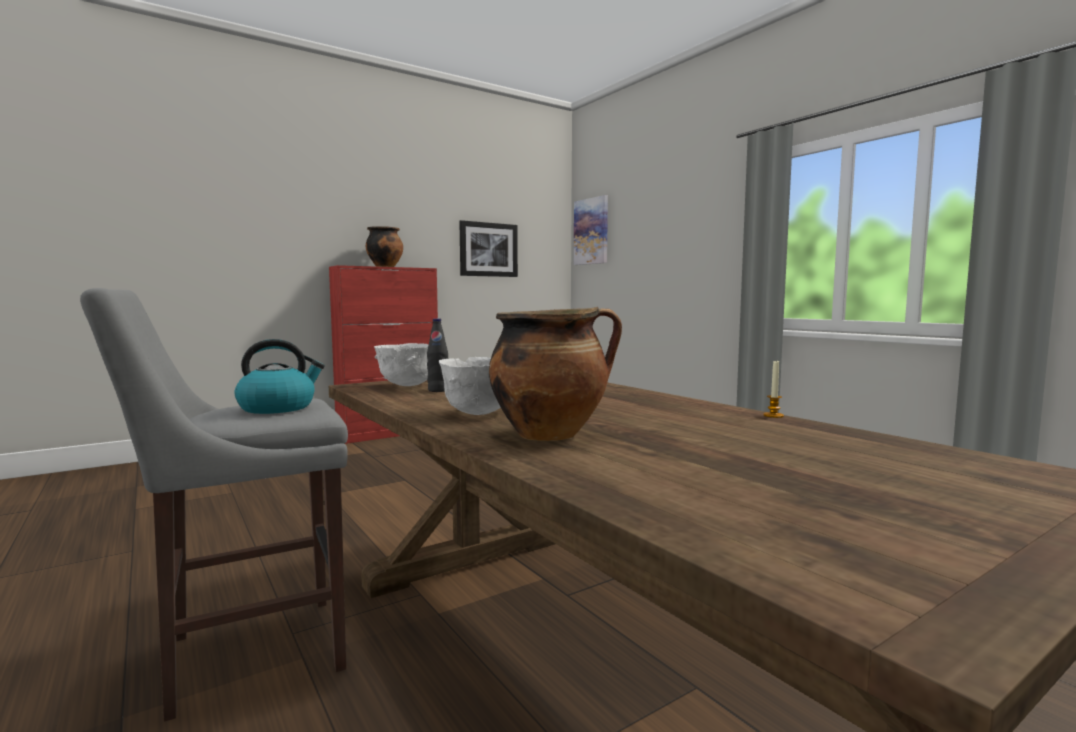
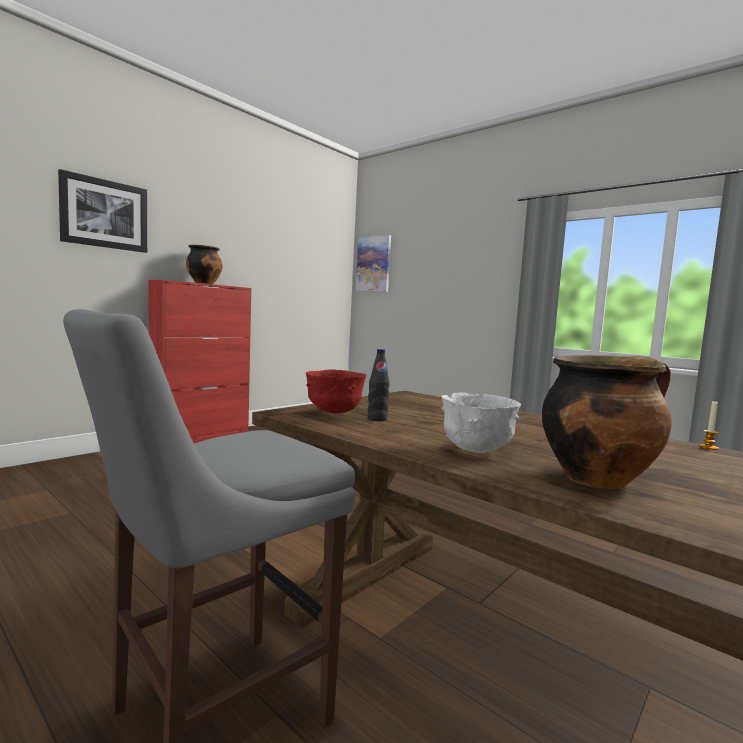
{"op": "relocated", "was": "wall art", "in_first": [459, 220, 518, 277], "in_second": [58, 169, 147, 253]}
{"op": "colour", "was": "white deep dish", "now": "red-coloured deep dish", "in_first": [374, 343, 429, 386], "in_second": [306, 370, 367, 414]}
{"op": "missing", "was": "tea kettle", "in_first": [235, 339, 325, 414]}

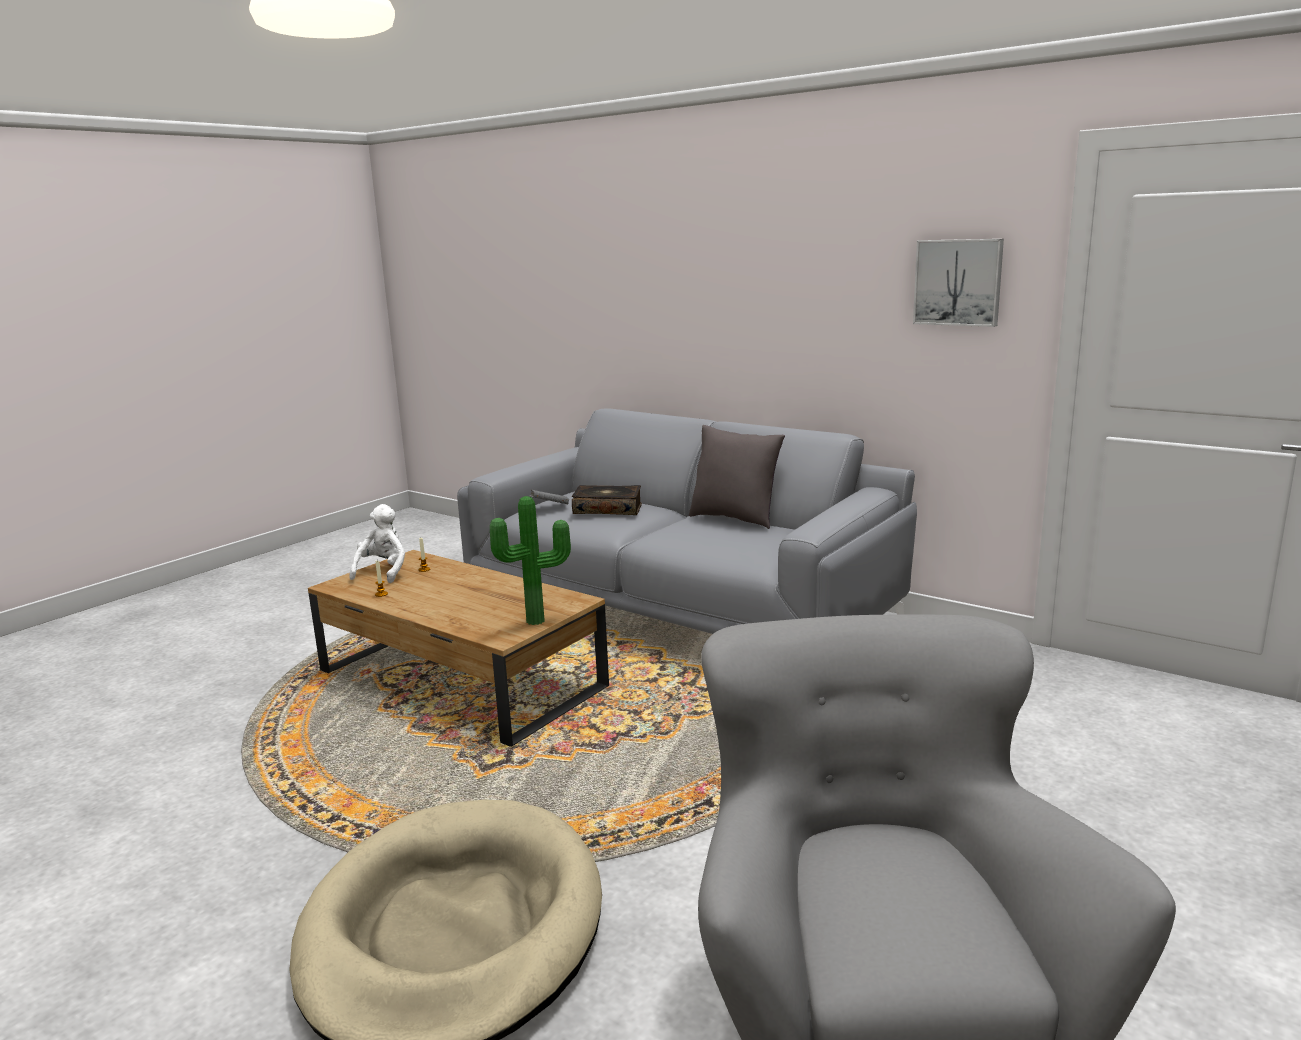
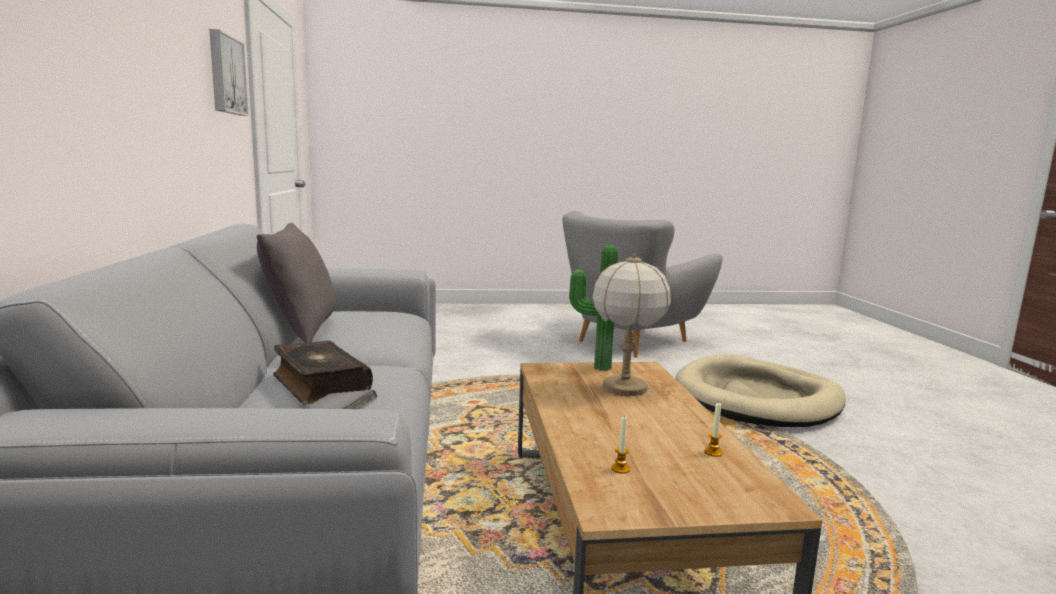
{"op": "appeared", "now": "lamp for a table", "in_second": [592, 254, 671, 396]}
{"op": "missing", "was": "white cuddly toy", "in_first": [350, 504, 405, 583]}

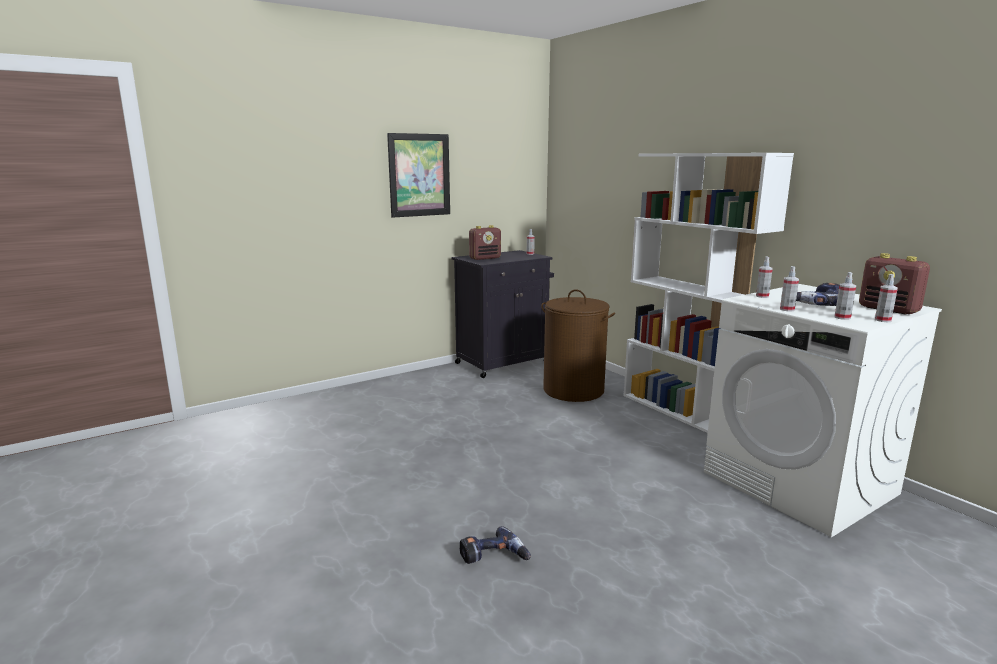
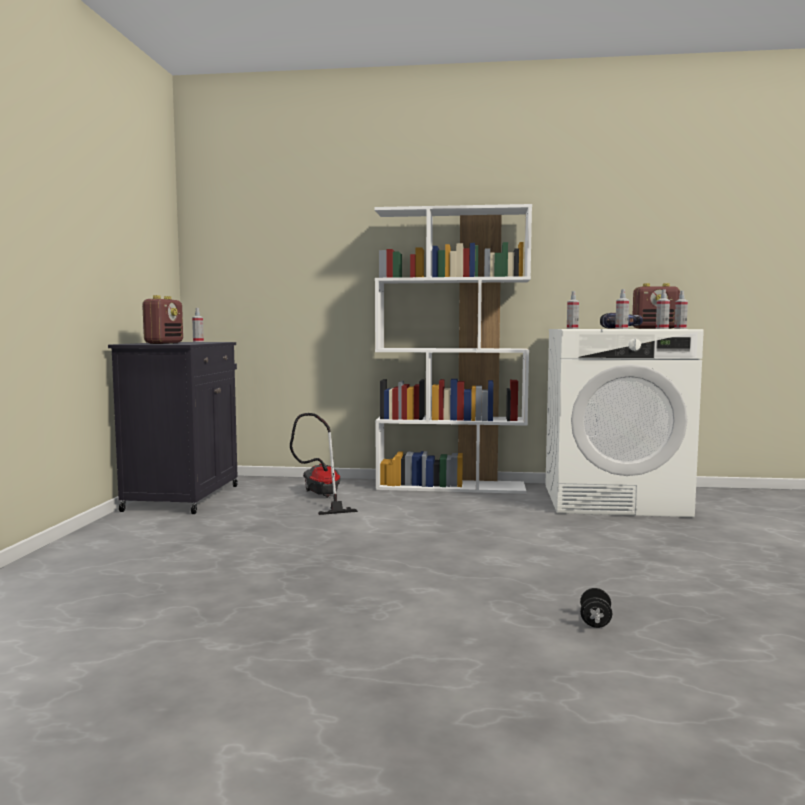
{"op": "exchanged", "was": "brown laundry basket", "now": "hoover", "in_first": [541, 289, 615, 402], "in_second": [290, 413, 358, 515]}
{"op": "exchanged", "was": "electric drill", "now": "black-coloured free weight", "in_first": [460, 526, 531, 564], "in_second": [580, 588, 612, 628]}
{"op": "missing", "was": "wall art", "in_first": [387, 133, 450, 218]}

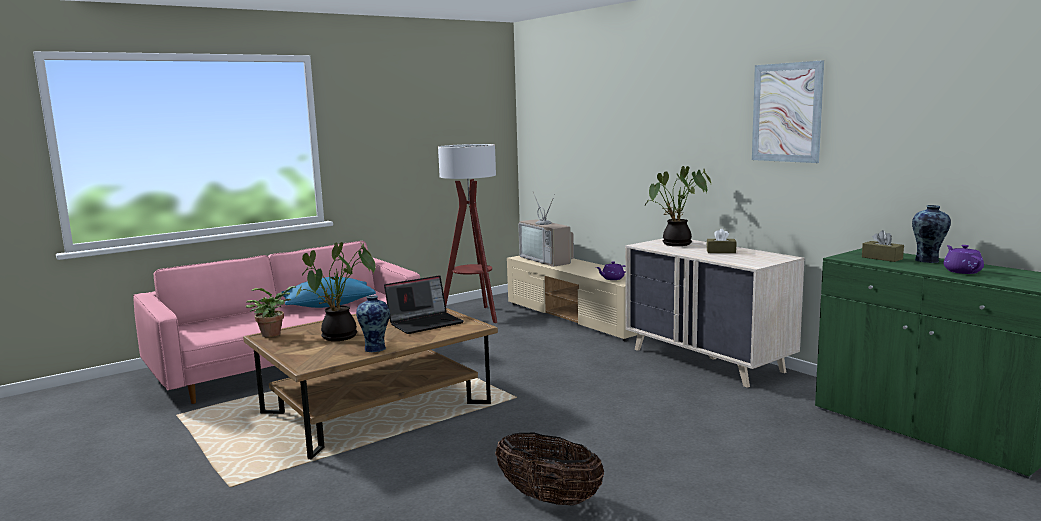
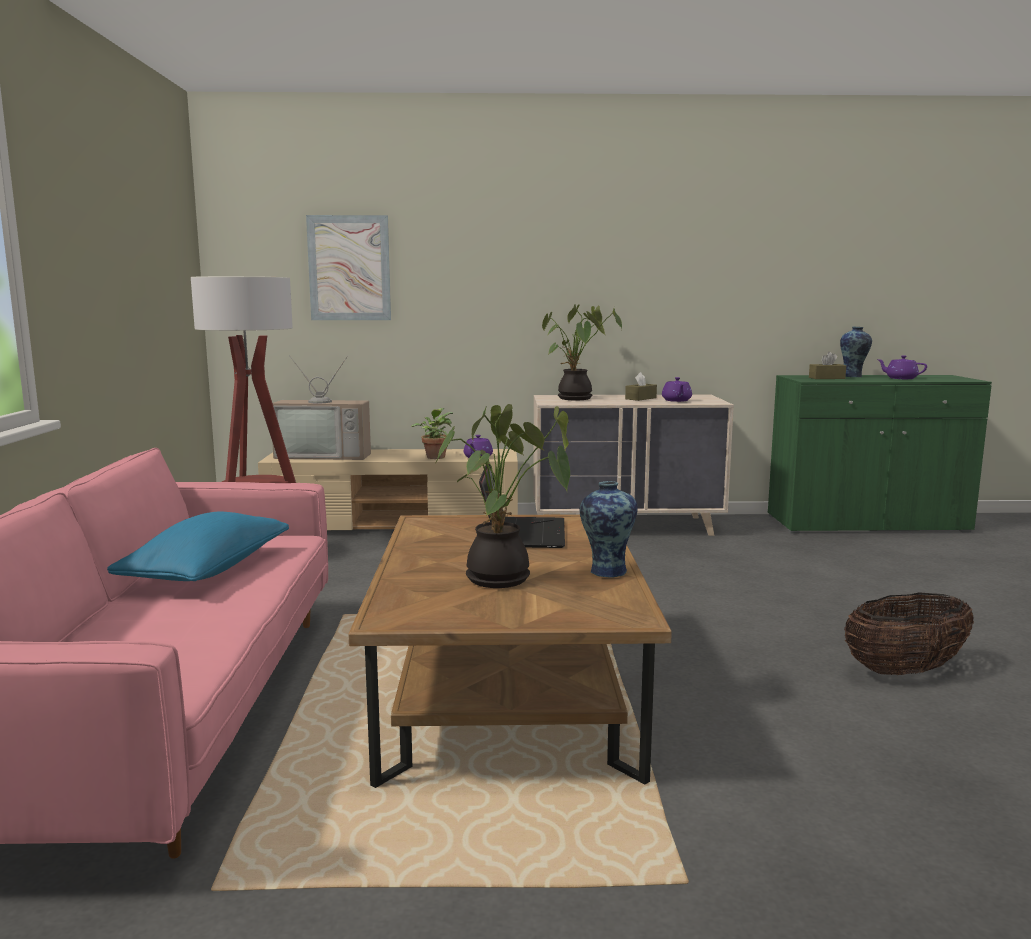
{"op": "relocated", "was": "wall art", "in_first": [752, 60, 824, 163], "in_second": [306, 215, 391, 320]}
{"op": "relocated", "was": "potted plant", "in_first": [245, 286, 297, 337], "in_second": [411, 408, 453, 459]}
{"op": "appeared", "now": "purple tea pot", "in_second": [662, 377, 692, 402]}

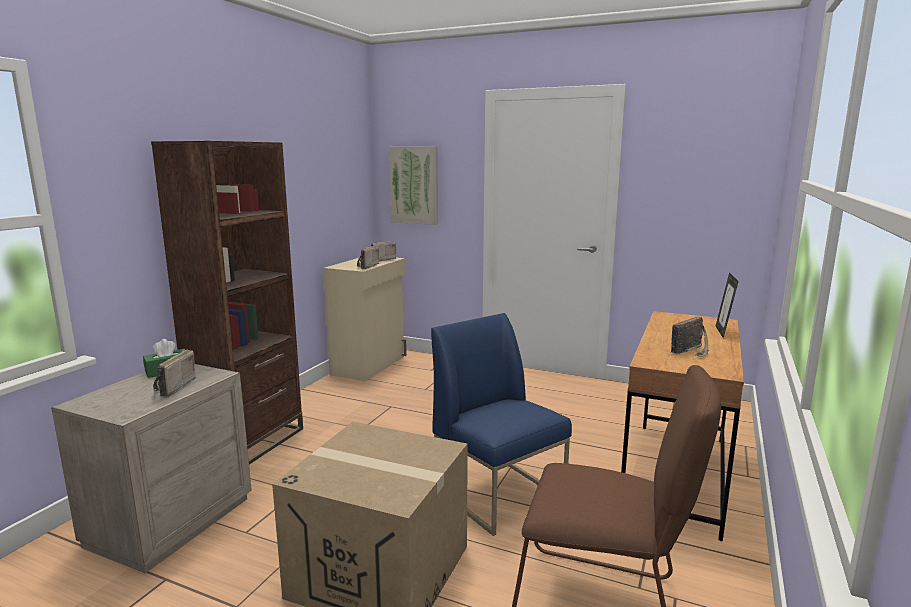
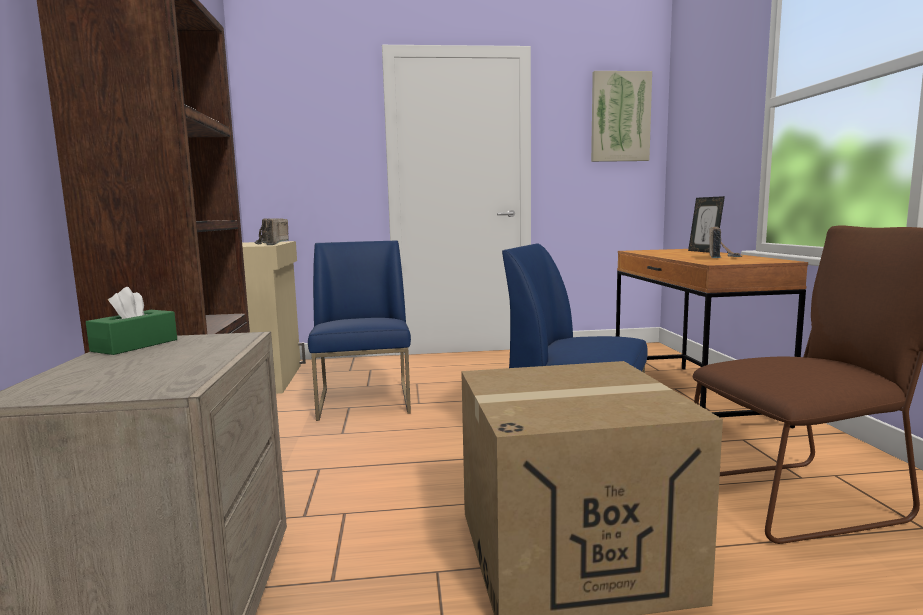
{"op": "appeared", "now": "bluish chair", "in_second": [308, 240, 411, 421]}
{"op": "relocated", "was": "wall art", "in_first": [389, 147, 438, 225], "in_second": [591, 71, 652, 162]}
{"op": "missing", "was": "radio set", "in_first": [153, 350, 196, 398]}

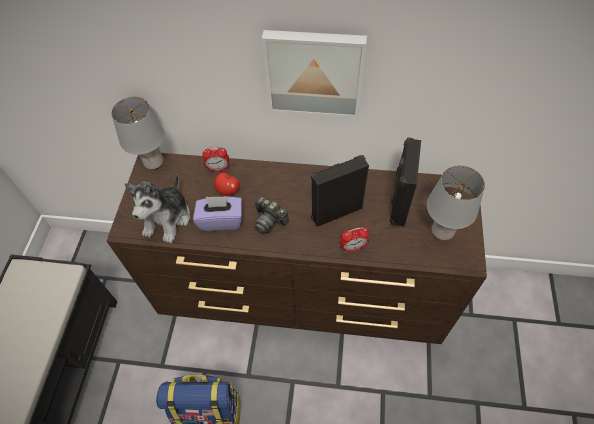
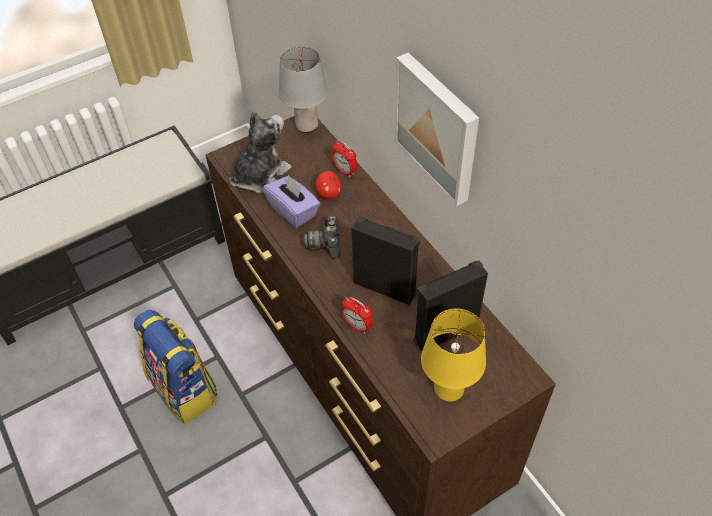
{"op": "spun", "was": "cuddly toy", "in_first": [125, 174, 190, 243], "in_second": [229, 111, 292, 193], "clockwise": 150}
{"op": "colour", "was": "grey lamp for a table", "now": "yellow-coloured lamp for a table", "in_first": [427, 165, 485, 240], "in_second": [421, 309, 486, 402]}

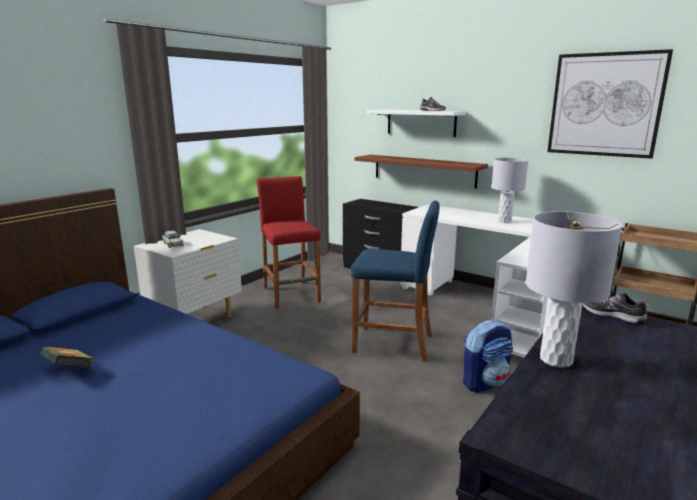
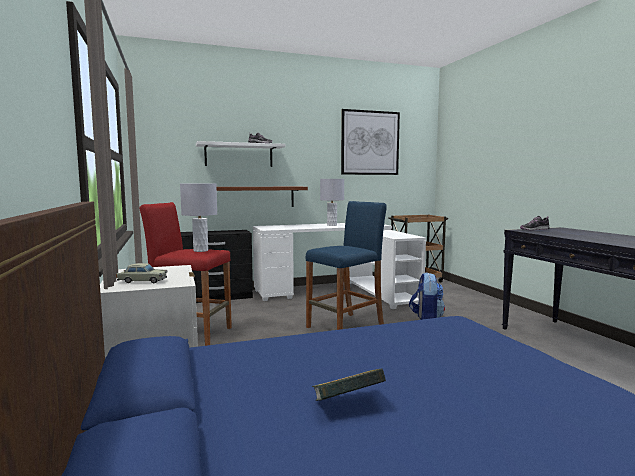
{"op": "relocated", "was": "grey lamp for a table", "in_first": [526, 211, 622, 368], "in_second": [180, 183, 217, 252]}

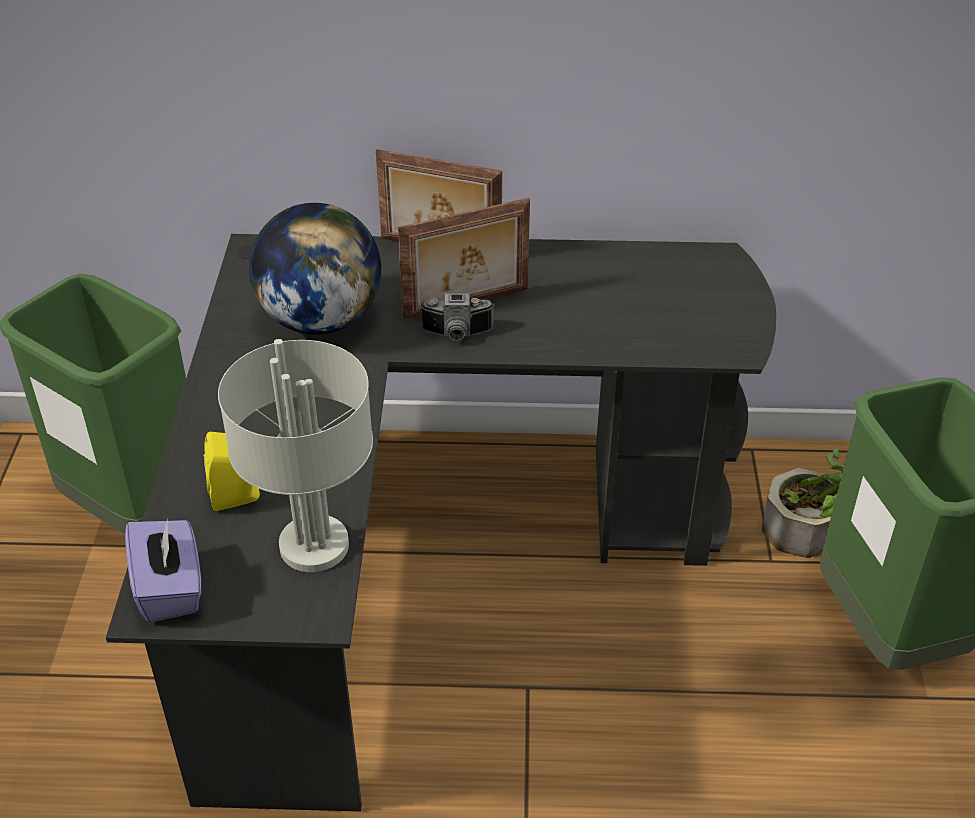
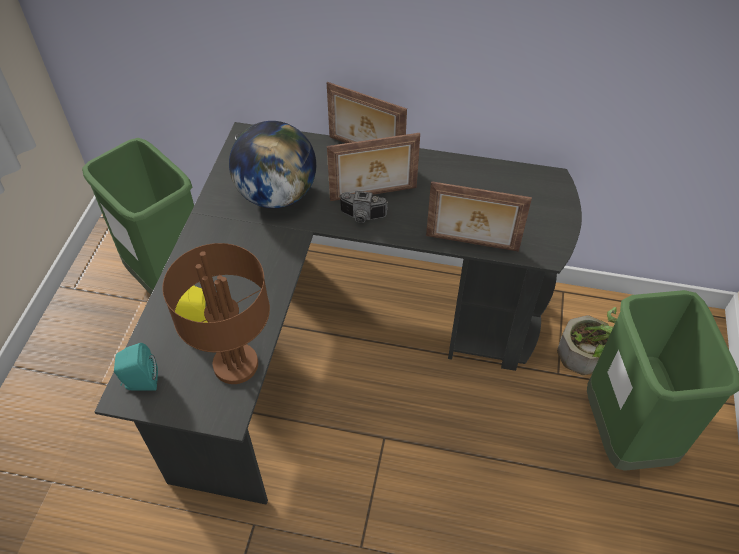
{"op": "exchanged", "was": "purple tissue holder", "now": "turquoise-coloured speaker", "in_first": [125, 519, 201, 622], "in_second": [114, 343, 158, 391]}
{"op": "colour", "was": "grey lamp for a table", "now": "brown lamp for a table", "in_first": [218, 339, 373, 572], "in_second": [162, 243, 270, 384]}
{"op": "appeared", "now": "standing frame", "in_second": [426, 181, 532, 252]}

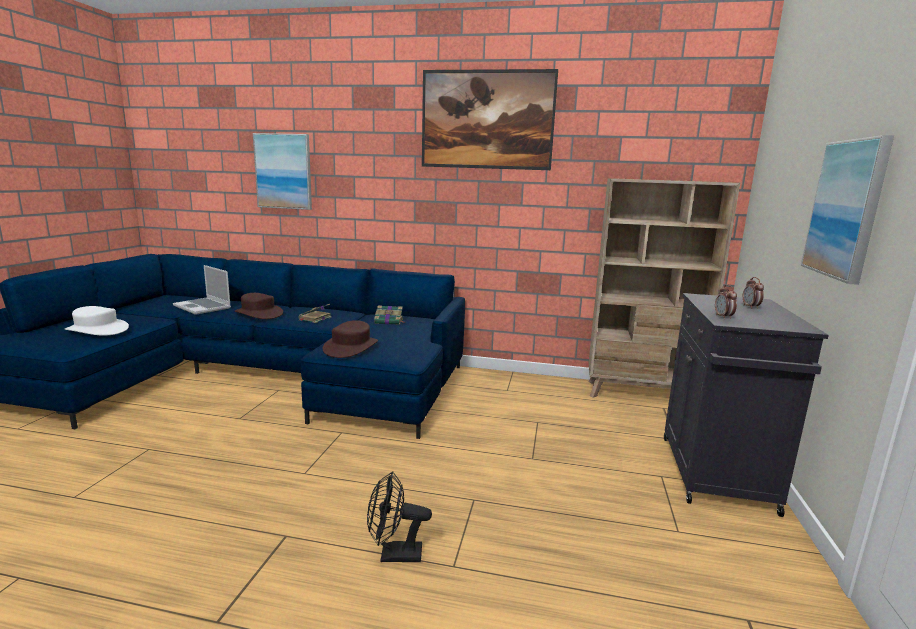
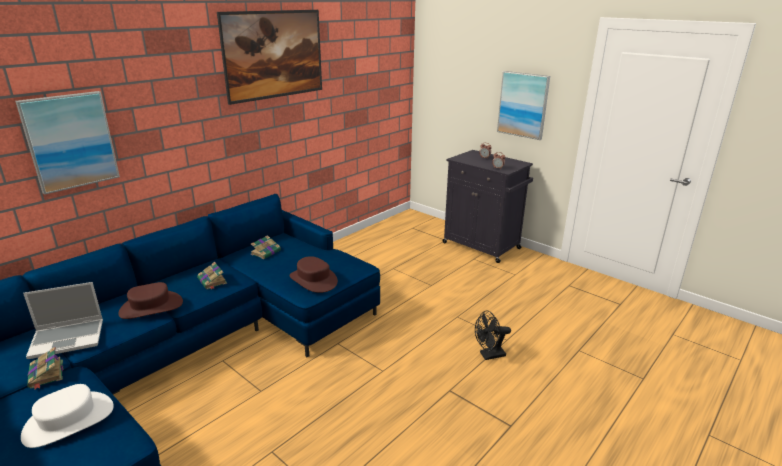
{"op": "appeared", "now": "volume", "in_second": [27, 347, 63, 390]}
{"op": "spun", "was": "black-coloured electric fan", "in_first": [367, 471, 432, 562], "in_second": [475, 310, 511, 360], "clockwise": 45}
{"op": "missing", "was": "sand-coloured bookshelf", "in_first": [589, 178, 740, 398]}

